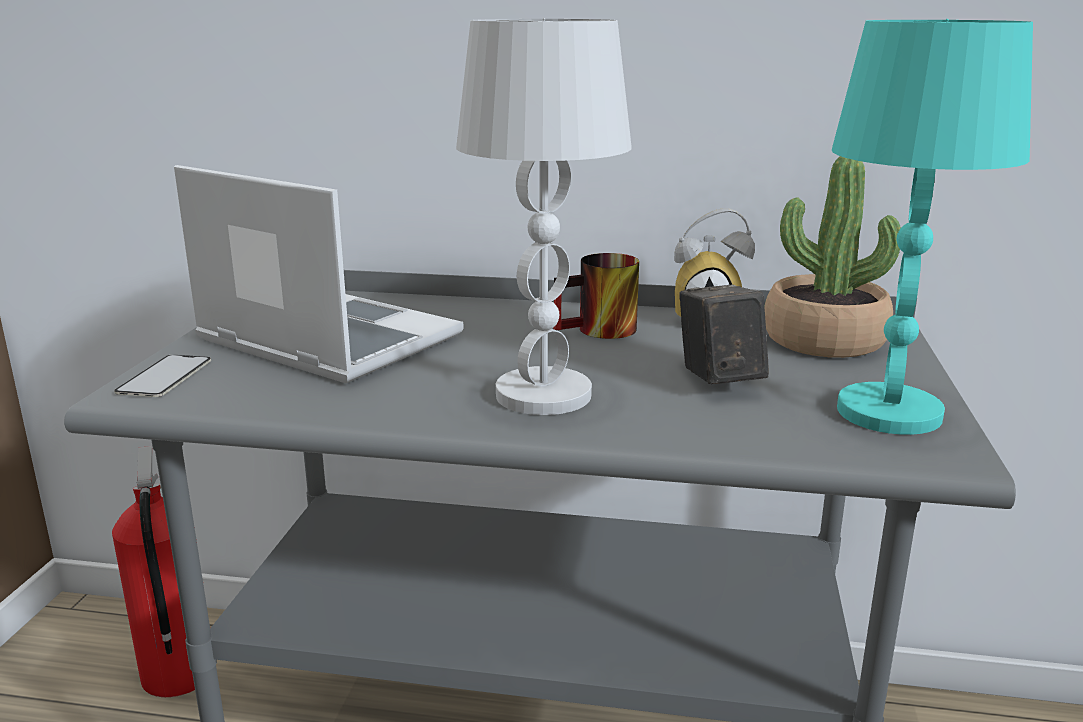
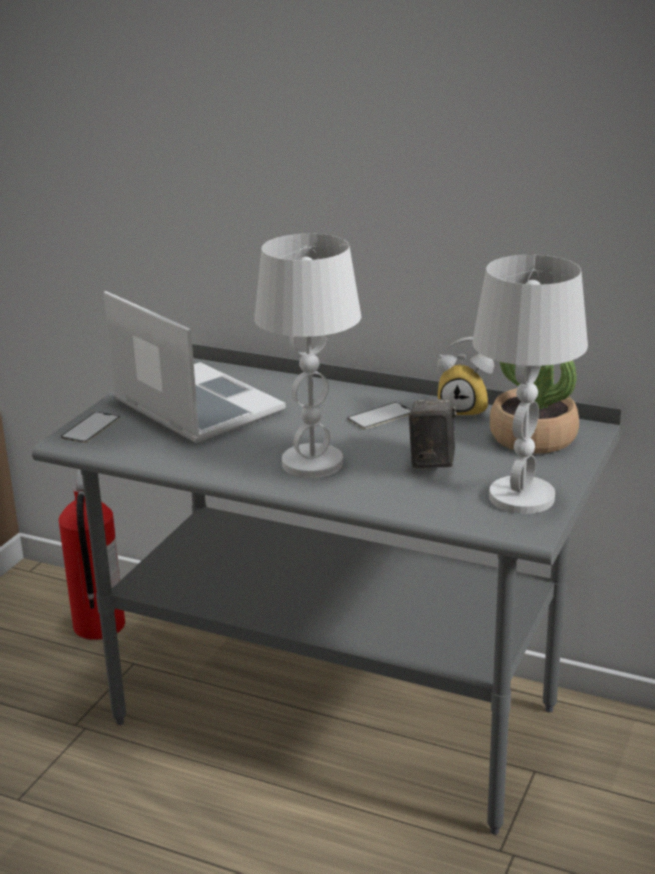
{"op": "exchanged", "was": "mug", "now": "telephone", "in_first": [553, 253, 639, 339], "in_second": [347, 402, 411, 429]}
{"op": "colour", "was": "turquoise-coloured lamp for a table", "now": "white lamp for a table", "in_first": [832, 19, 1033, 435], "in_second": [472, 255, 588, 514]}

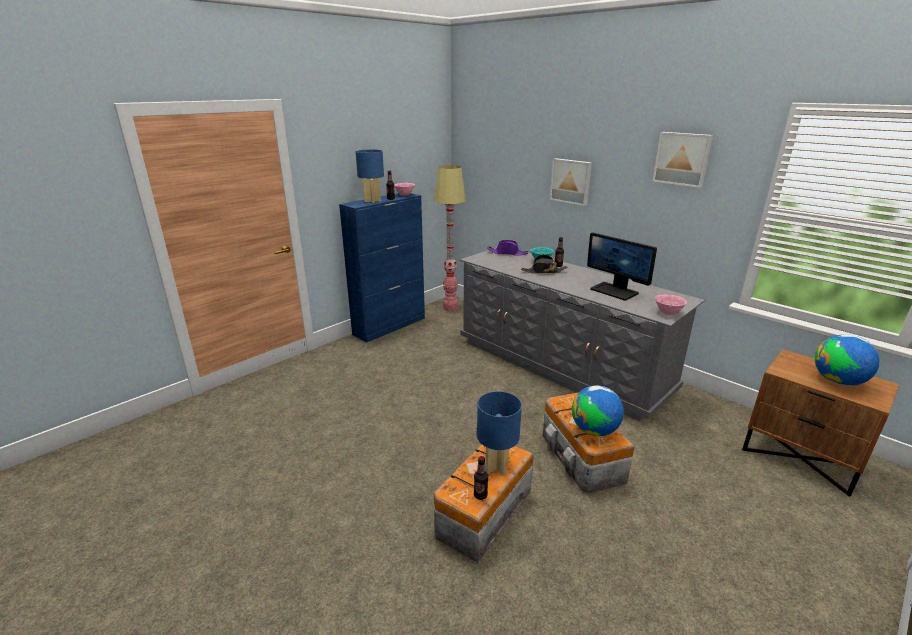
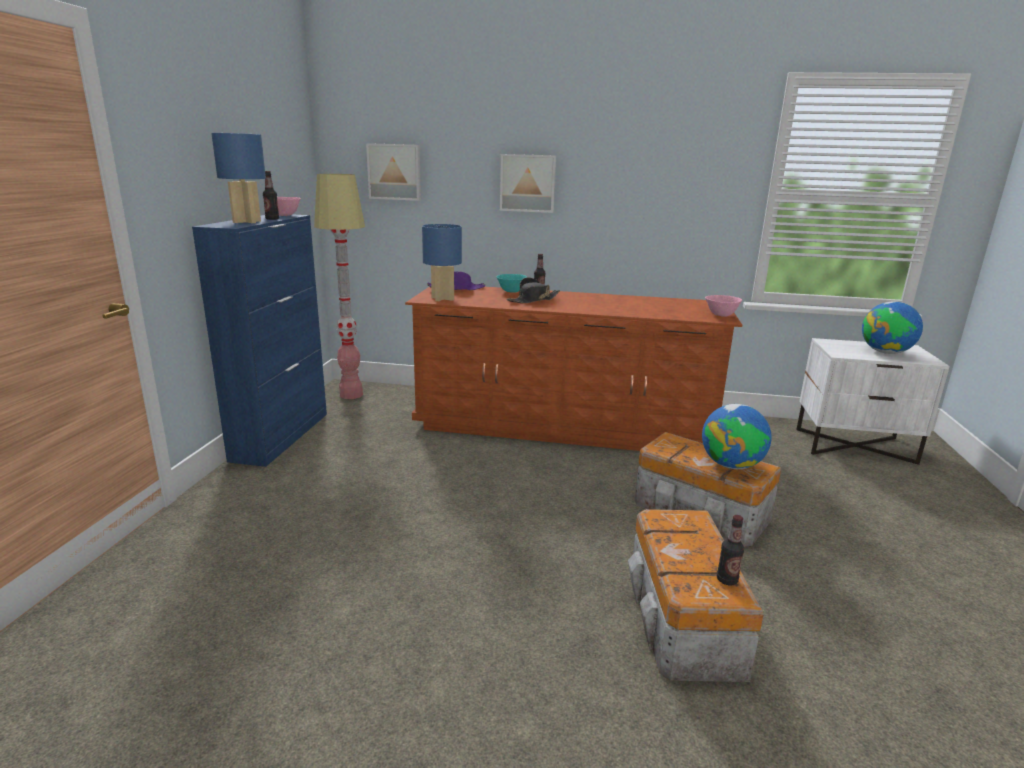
{"op": "relocated", "was": "wall art", "in_first": [652, 132, 713, 188], "in_second": [366, 143, 421, 201]}
{"op": "colour", "was": "grey dresser", "now": "brown dresser", "in_first": [460, 247, 705, 421], "in_second": [405, 287, 742, 451]}
{"op": "relocated", "was": "bluish lamp for a table", "in_first": [477, 391, 522, 476], "in_second": [422, 224, 462, 301]}
{"op": "colour", "was": "brown night table", "now": "white night table", "in_first": [742, 349, 899, 497], "in_second": [796, 338, 950, 465]}
{"op": "missing", "was": "computer screen", "in_first": [587, 232, 657, 301]}

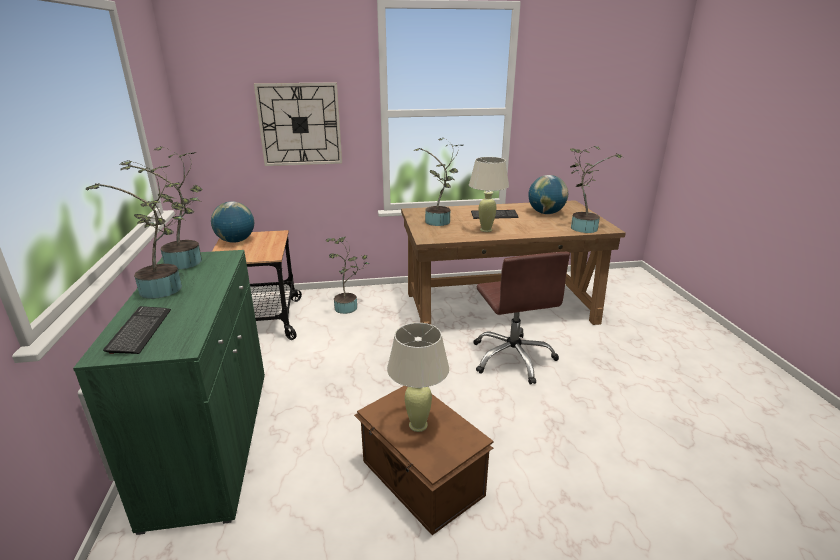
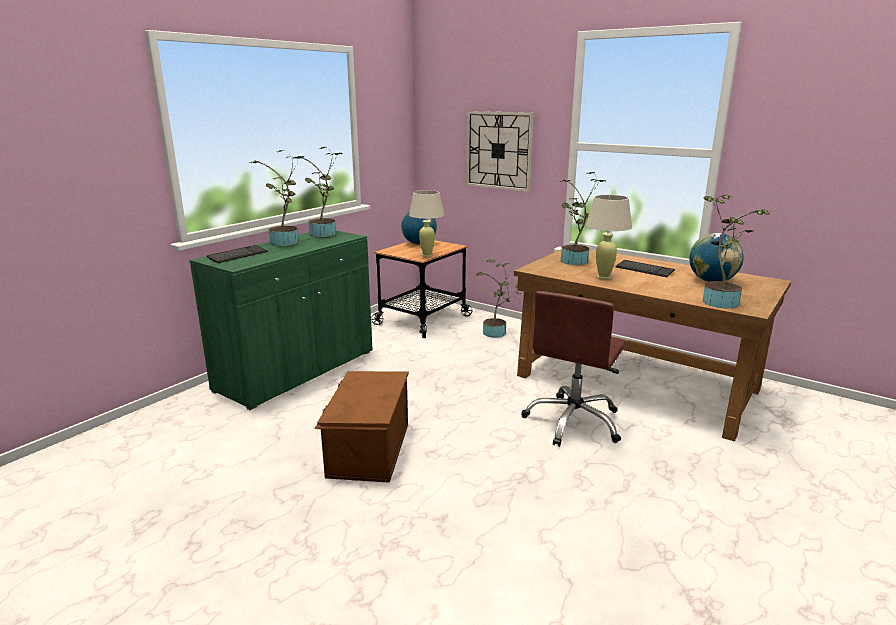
{"op": "relocated", "was": "sand-coloured lamp for a table", "in_first": [387, 323, 449, 432], "in_second": [409, 190, 444, 257]}

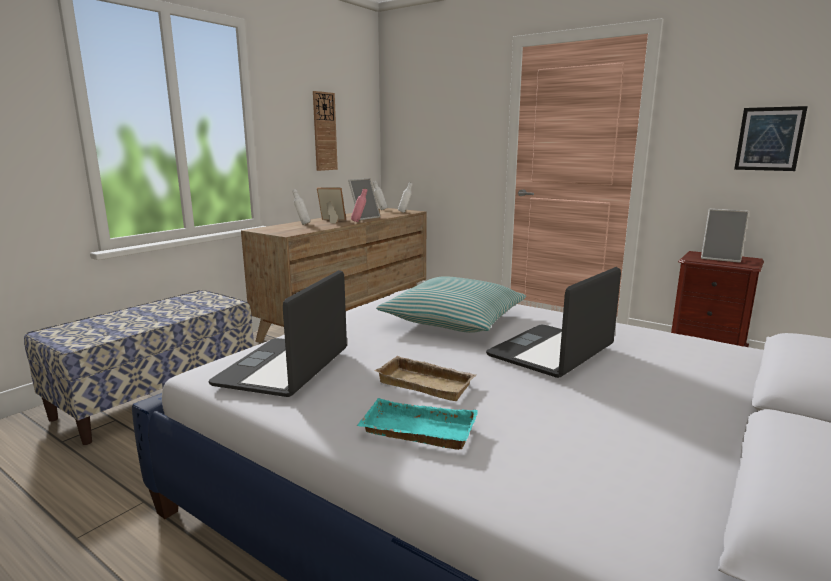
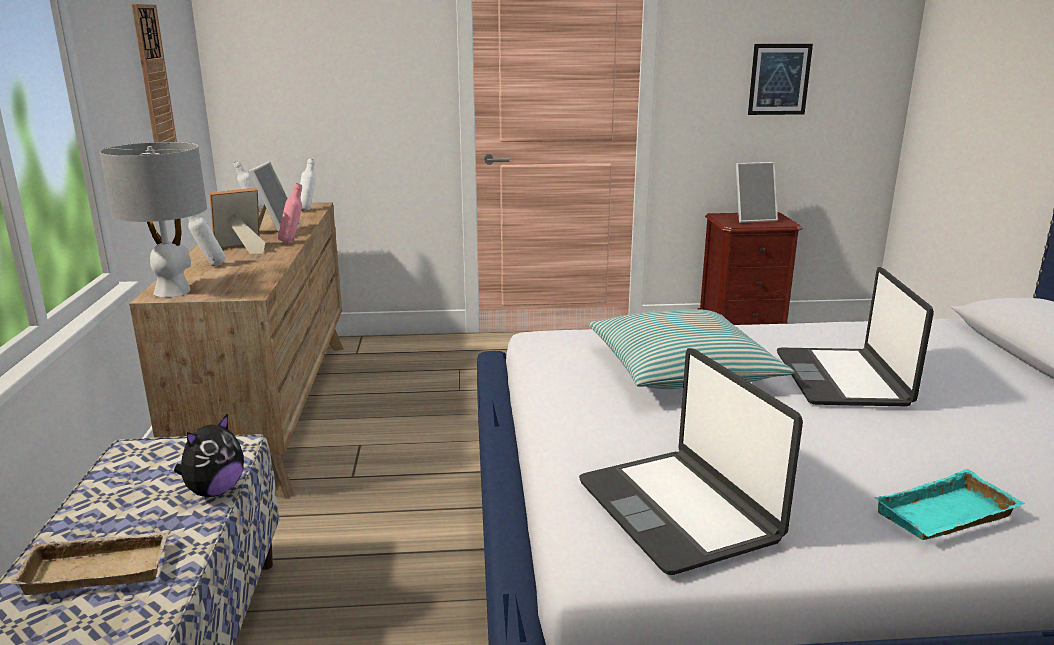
{"op": "relocated", "was": "sand-coloured carrying tray", "in_first": [374, 356, 476, 401], "in_second": [10, 531, 170, 595]}
{"op": "appeared", "now": "grey lamp for a table", "in_second": [99, 142, 207, 297]}
{"op": "appeared", "now": "cuddly toy", "in_second": [174, 413, 244, 497]}

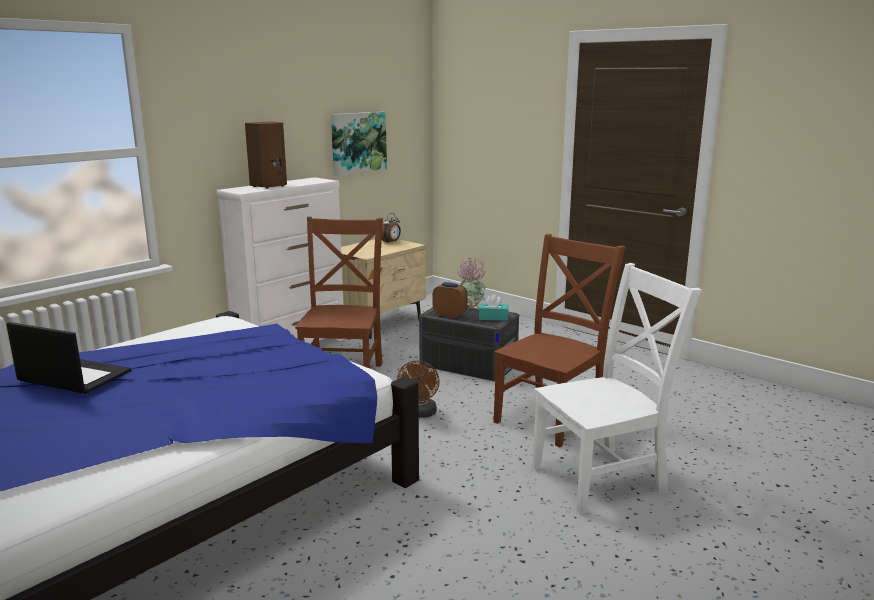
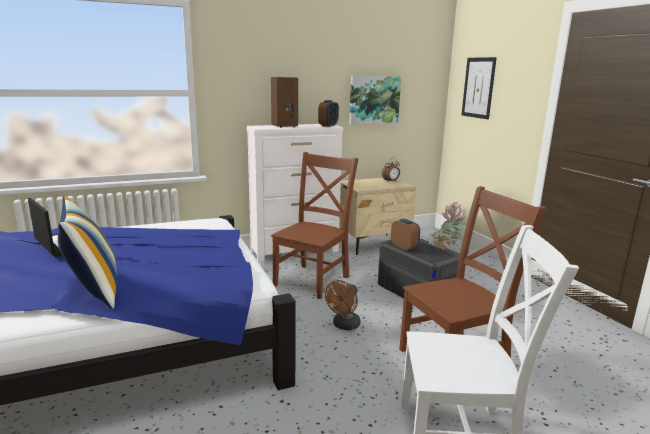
{"op": "appeared", "now": "throw pillow", "in_second": [58, 196, 117, 309]}
{"op": "appeared", "now": "bedside clock", "in_second": [318, 100, 339, 127]}
{"op": "appeared", "now": "wall art", "in_second": [462, 57, 497, 119]}
{"op": "missing", "was": "turquoise-coloured tissue holder", "in_first": [479, 294, 509, 321]}

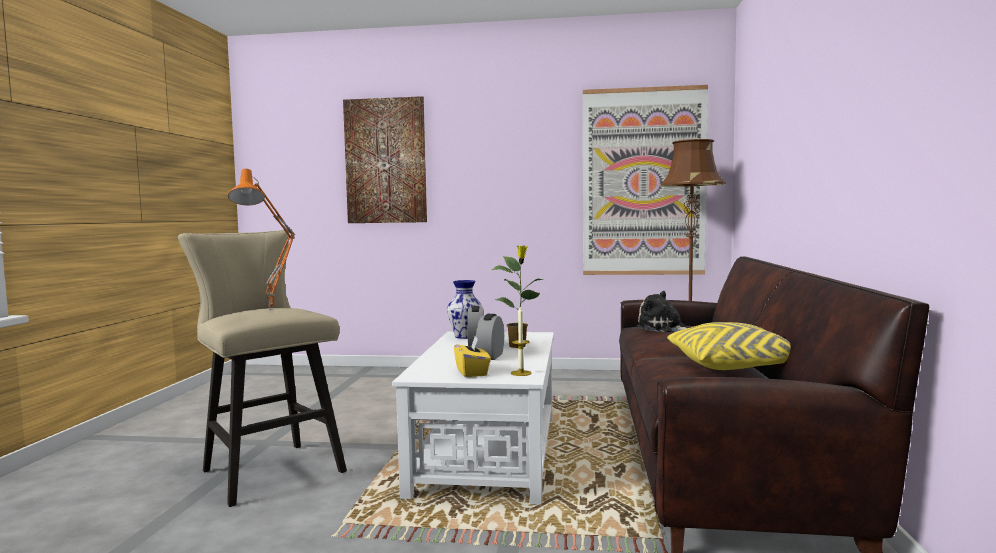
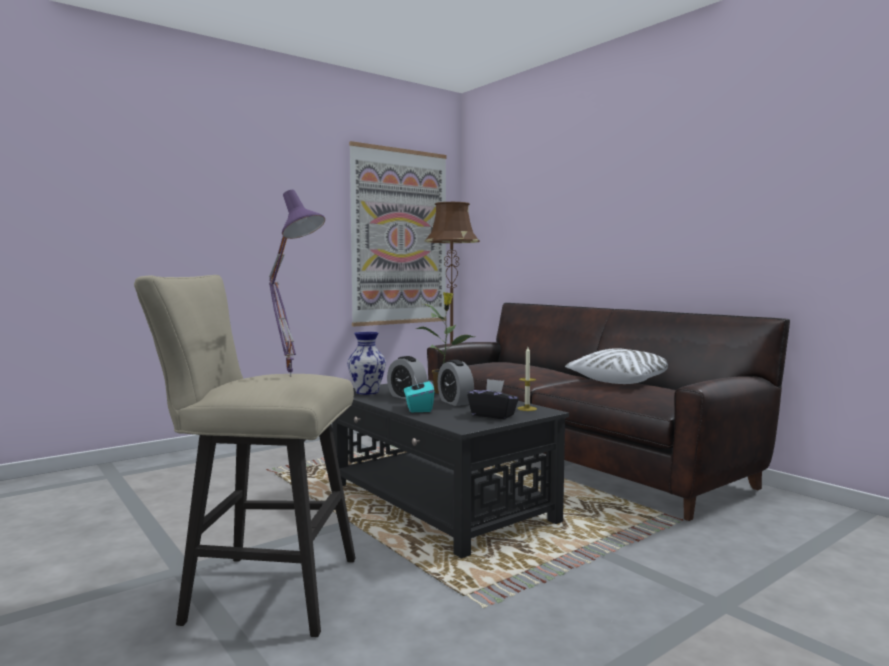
{"op": "colour", "was": "orange lamp for a table", "now": "purple lamp for a table", "in_first": [228, 169, 295, 311], "in_second": [269, 190, 325, 377]}
{"op": "colour", "was": "white coffee table", "now": "black-coloured coffee table", "in_first": [392, 331, 554, 505], "in_second": [332, 380, 569, 558]}
{"op": "appeared", "now": "turquoise-coloured tissue holder", "in_second": [404, 375, 434, 412]}
{"op": "colour", "was": "yellow-coloured tissue holder", "now": "black-coloured tissue holder", "in_first": [454, 337, 491, 377], "in_second": [467, 379, 519, 419]}
{"op": "colour", "was": "yellow-coloured throw pillow", "now": "white throw pillow", "in_first": [667, 322, 791, 370], "in_second": [565, 348, 668, 384]}
{"op": "missing", "was": "wall art", "in_first": [343, 96, 427, 223]}
{"op": "missing", "was": "cuddly toy", "in_first": [637, 291, 687, 332]}

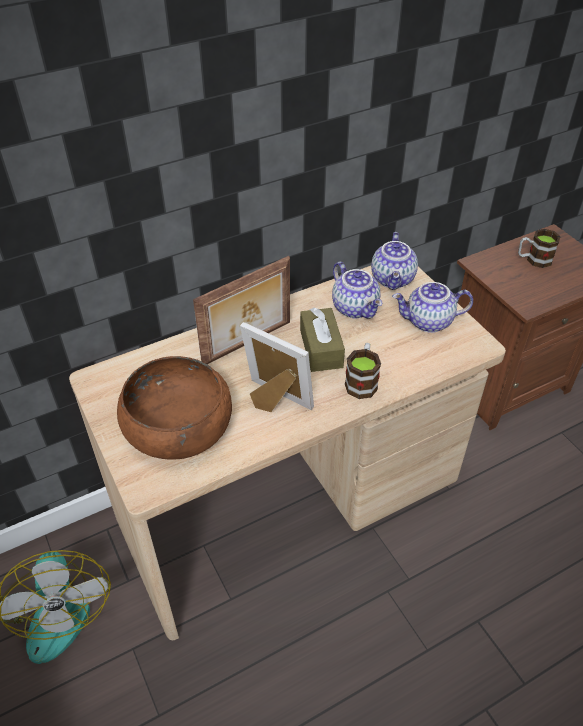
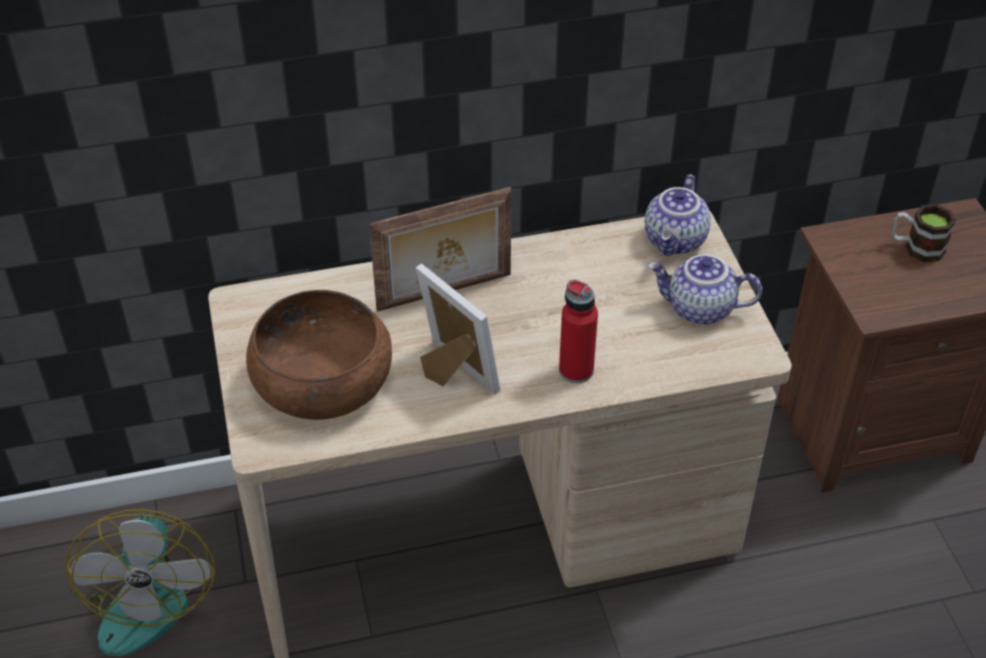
{"op": "exchanged", "was": "mug", "now": "red-coloured beverage bottle", "in_first": [345, 343, 381, 399], "in_second": [559, 280, 598, 383]}
{"op": "missing", "was": "brown tissue holder", "in_first": [300, 308, 345, 372]}
{"op": "missing", "was": "tea pot", "in_first": [332, 262, 382, 319]}

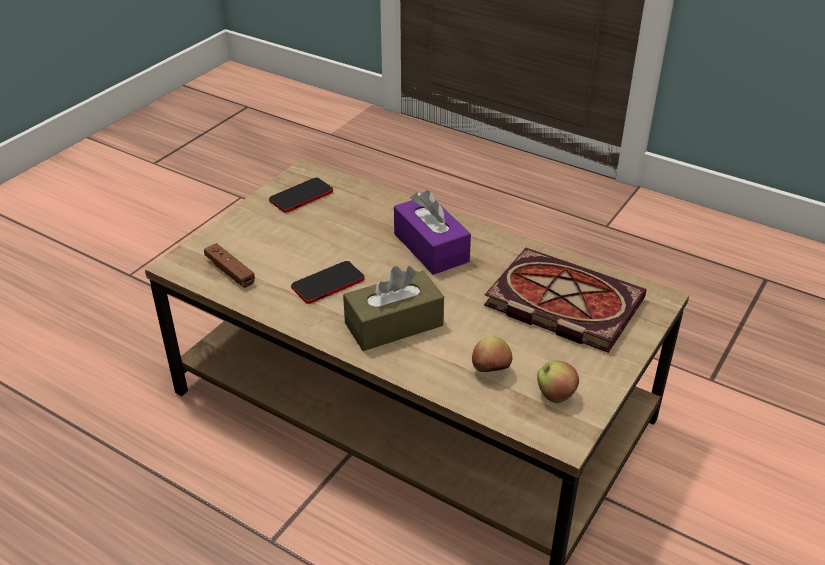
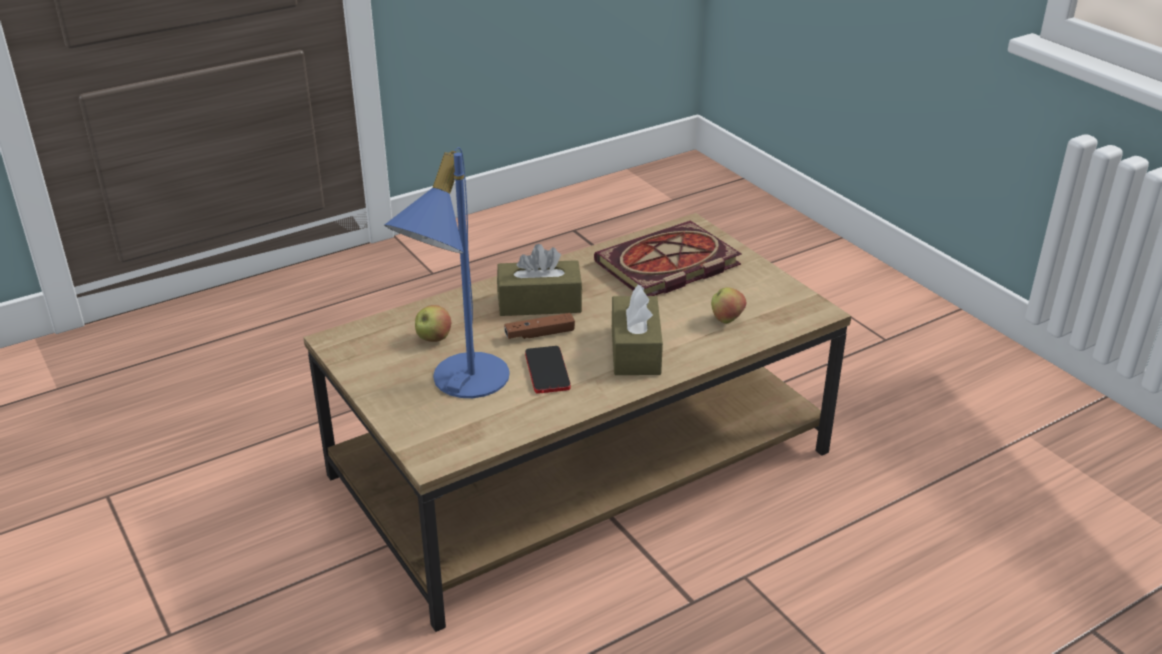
{"op": "appeared", "now": "bluish lamp for a table", "in_second": [385, 147, 510, 398]}
{"op": "relocated", "was": "apple", "in_first": [537, 361, 579, 403], "in_second": [415, 305, 451, 342]}
{"op": "colour", "was": "purple tissue holder", "now": "brown tissue holder", "in_first": [394, 190, 471, 275], "in_second": [497, 244, 583, 316]}
{"op": "relocated", "was": "brown game controller", "in_first": [204, 243, 255, 288], "in_second": [504, 313, 575, 339]}
{"op": "missing", "was": "telephone", "in_first": [269, 177, 333, 213]}

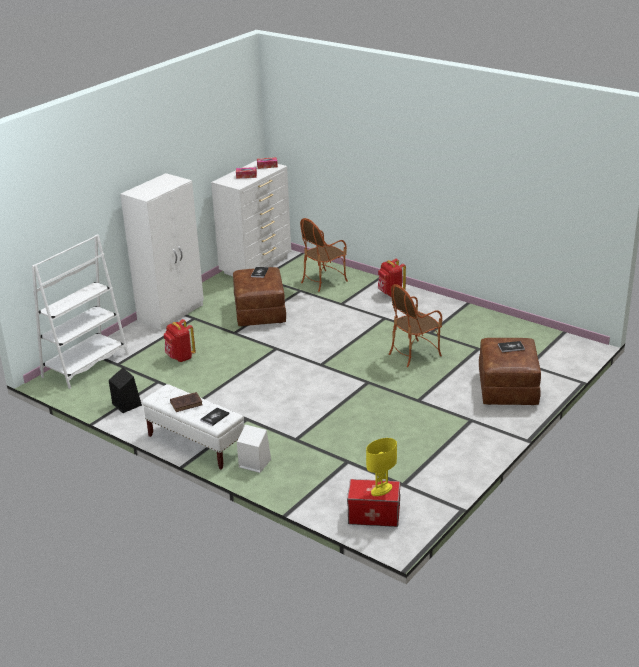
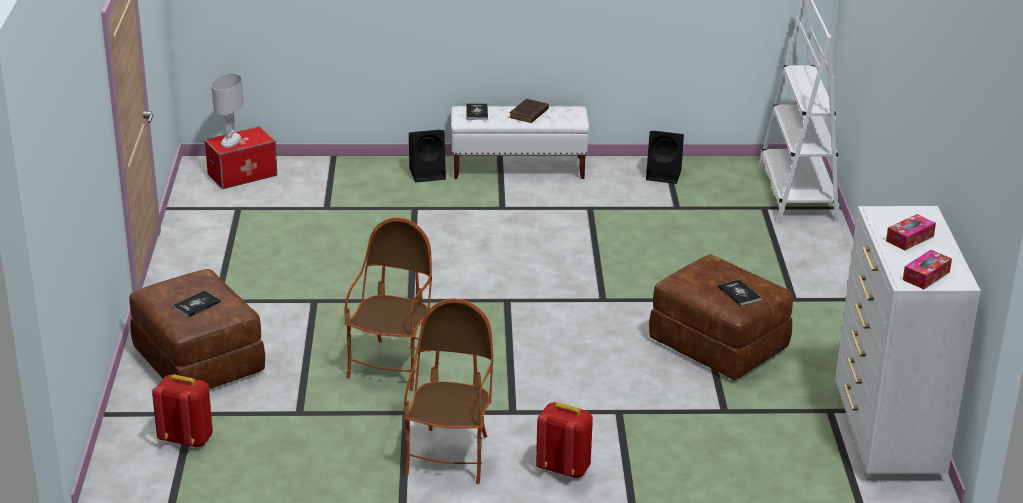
{"op": "relocated", "was": "red-coloured backpack", "in_first": [164, 319, 196, 362], "in_second": [152, 374, 213, 448]}
{"op": "colour", "was": "yellow-coloured lamp for a table", "now": "white lamp for a table", "in_first": [366, 438, 397, 496], "in_second": [212, 73, 243, 148]}
{"op": "relocated", "was": "easy chair", "in_first": [300, 218, 348, 292], "in_second": [404, 298, 493, 484]}
{"op": "colour", "was": "white speaker", "now": "black-coloured speaker", "in_first": [237, 425, 271, 473], "in_second": [409, 130, 446, 182]}
{"op": "missing", "was": "white clothes cupboard", "in_first": [120, 173, 204, 330]}

